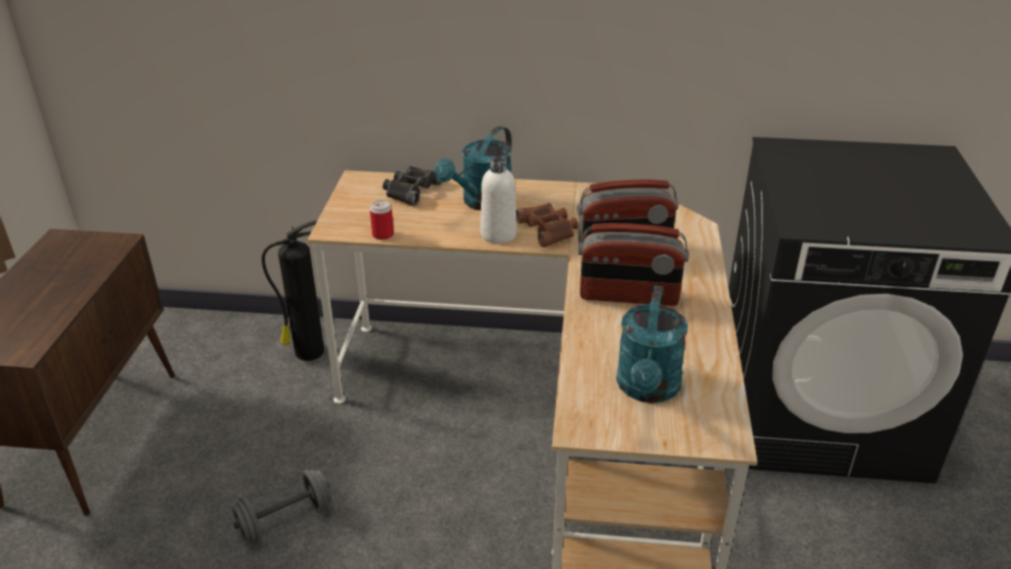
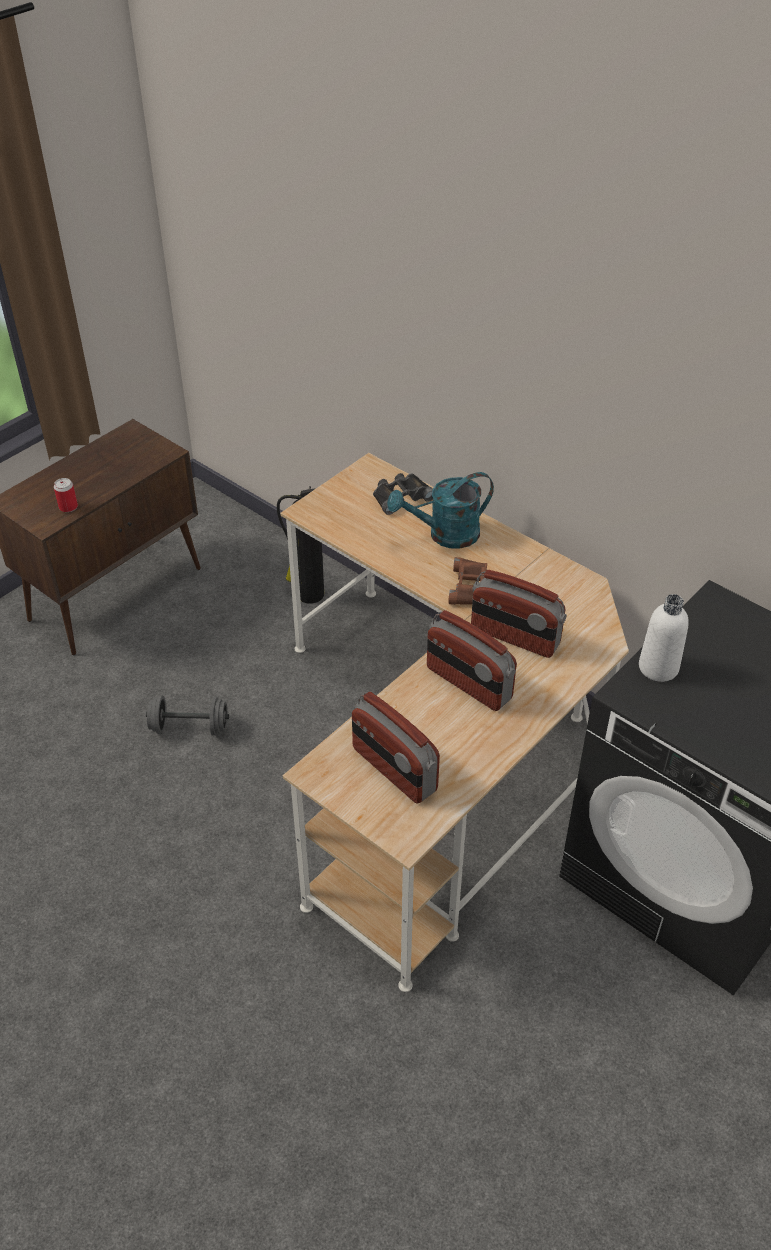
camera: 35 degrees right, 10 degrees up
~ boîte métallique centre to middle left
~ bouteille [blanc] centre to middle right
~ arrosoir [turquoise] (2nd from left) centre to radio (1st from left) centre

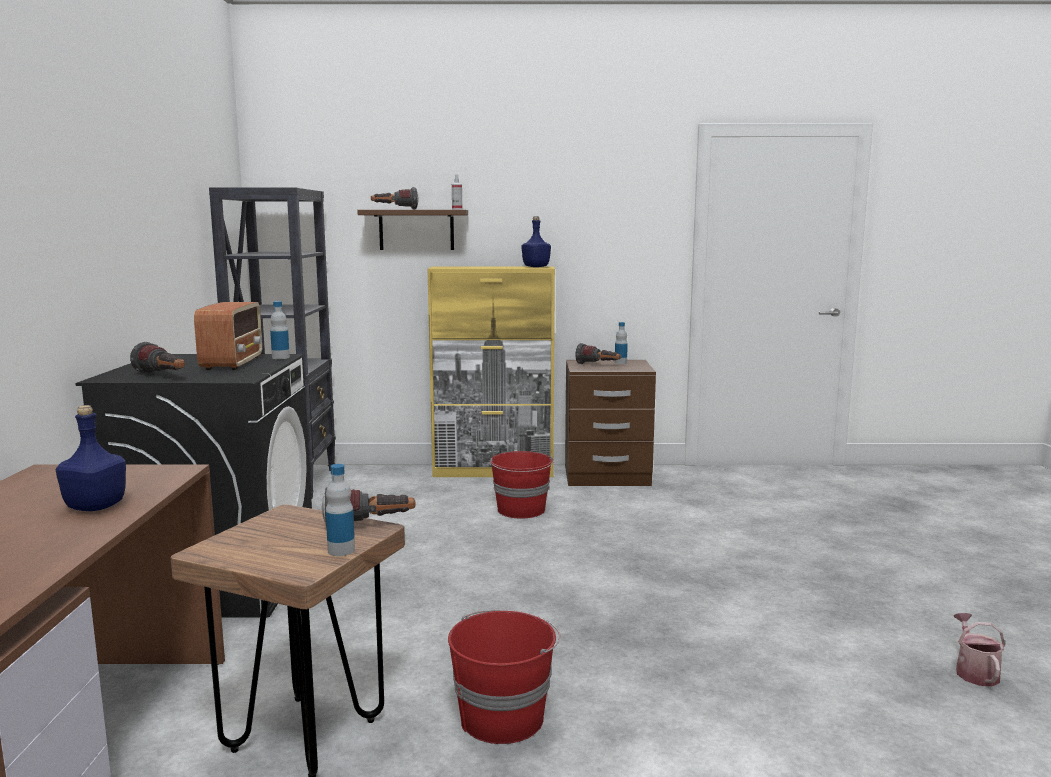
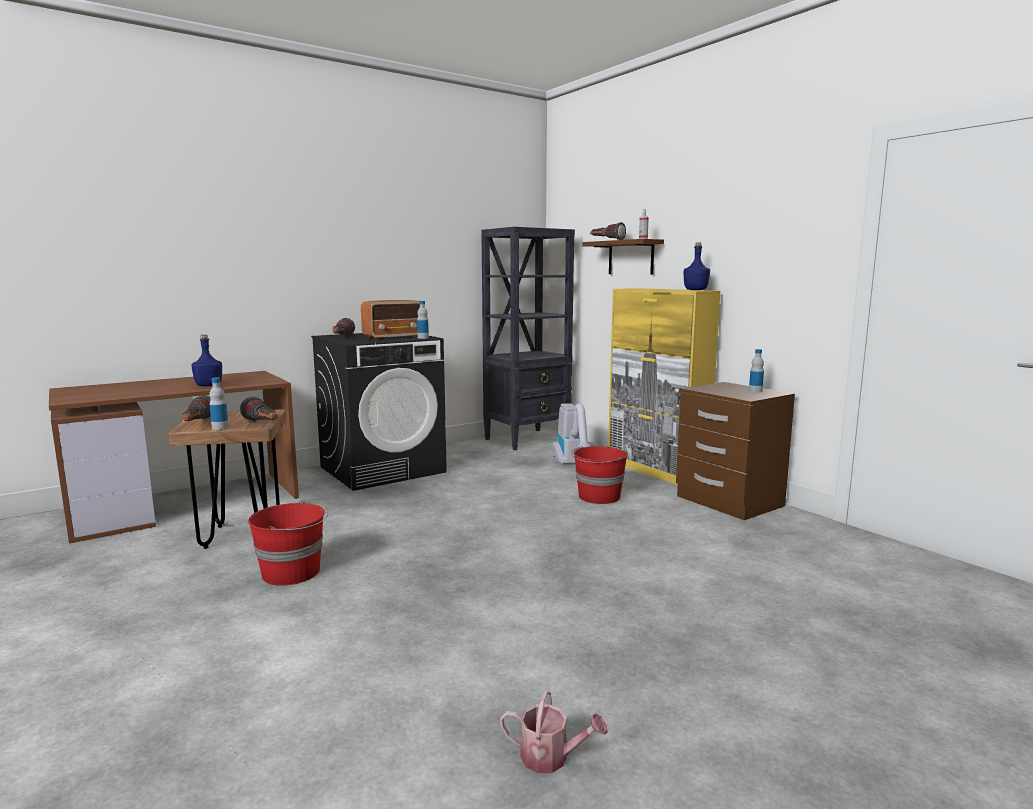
camera: 55 degrees right, 0 degrees up
+ aspirateur centre
~ lampe de poche (4th from left in the first image) centre to lampe de poche (1st from left) middle left
~ arrosoir bottom right = bottom centre 45 degrees clockwise

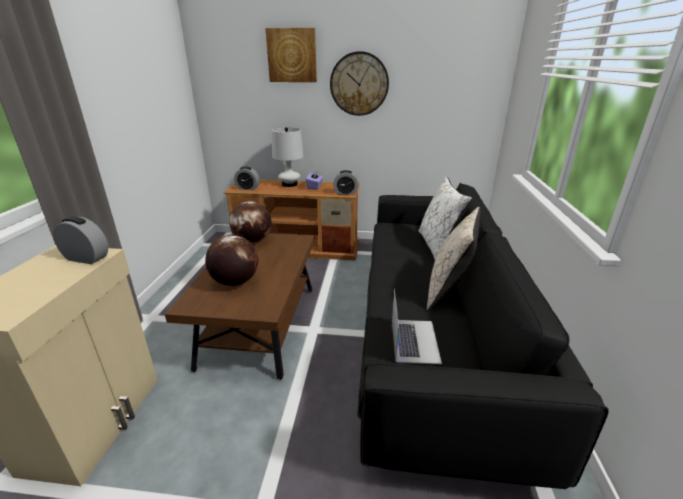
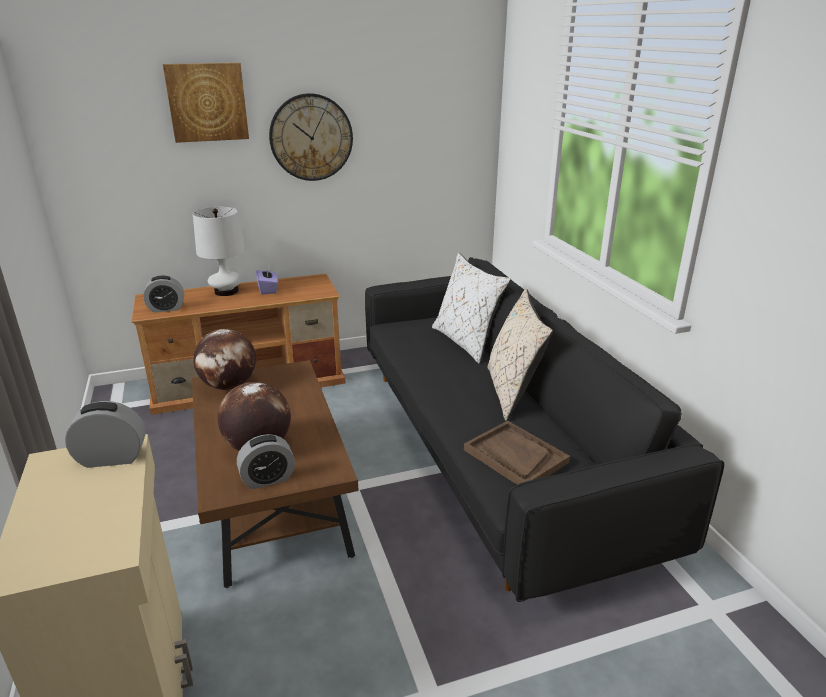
camera: 25 degrees left, 0 degrees up
~ réveil (3rd from left) centre to middle left
~ ordinateur portable centre to plateau [marron] centre

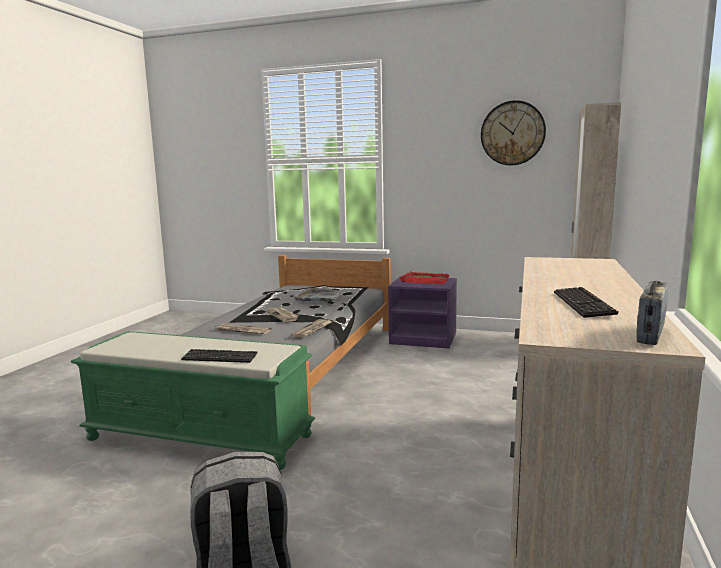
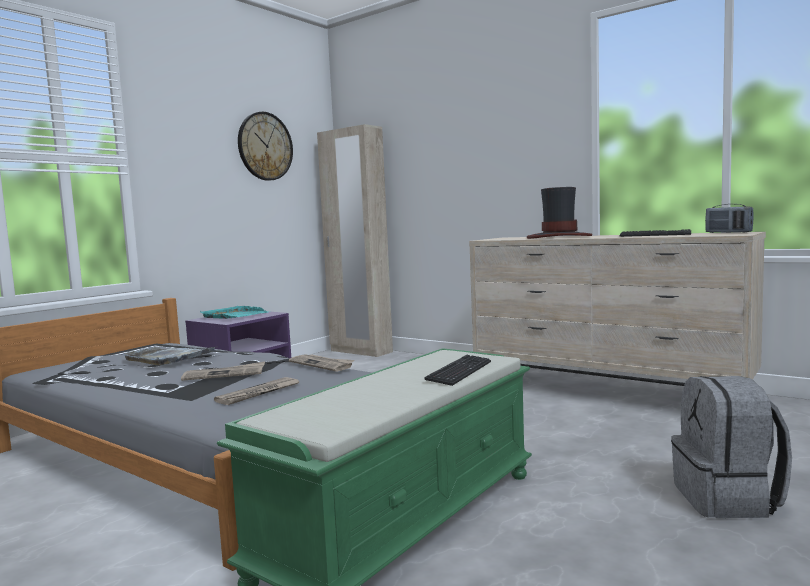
camera: 70 degrees left, 5 degrees down
+ chapeau middle right
~ plateau [rouge] centre to plateau [turquoise] middle left

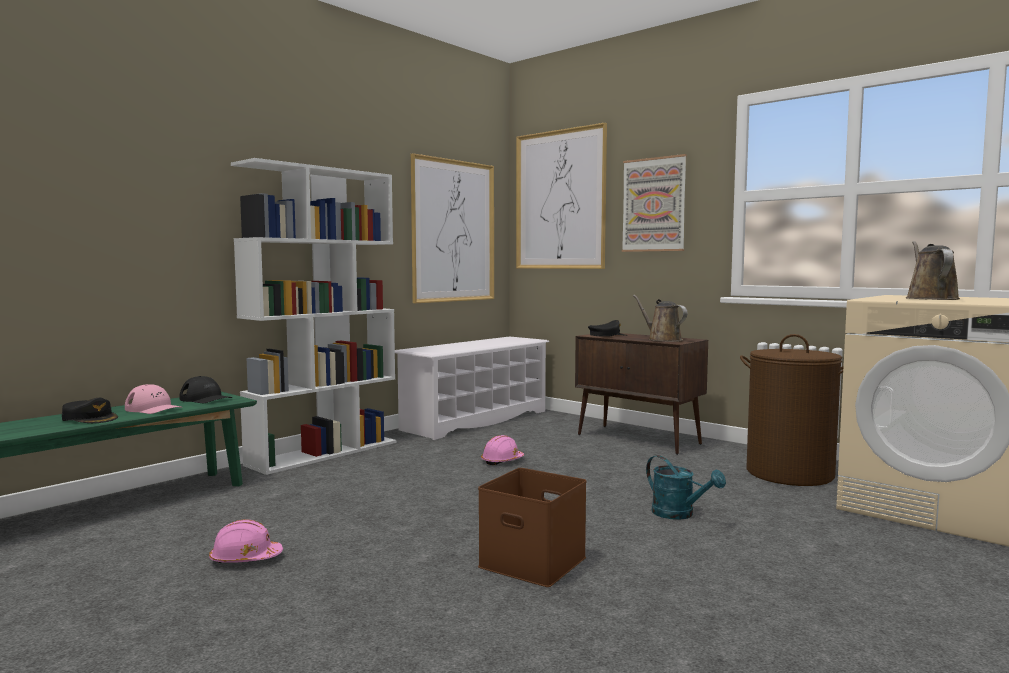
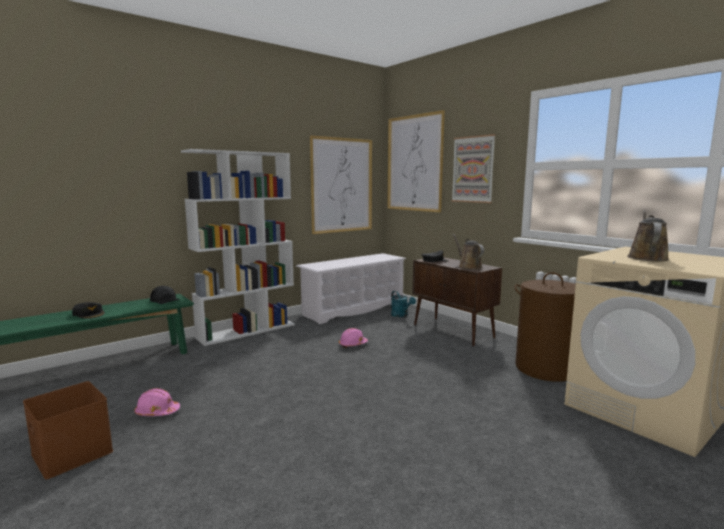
camera: 10 degrees right, 5 degrees up
- casquette [rose] middle left
~ boîte de rangement [marron] bottom centre to bottom left
~ arrosoir [turquoise] bottom right to centre

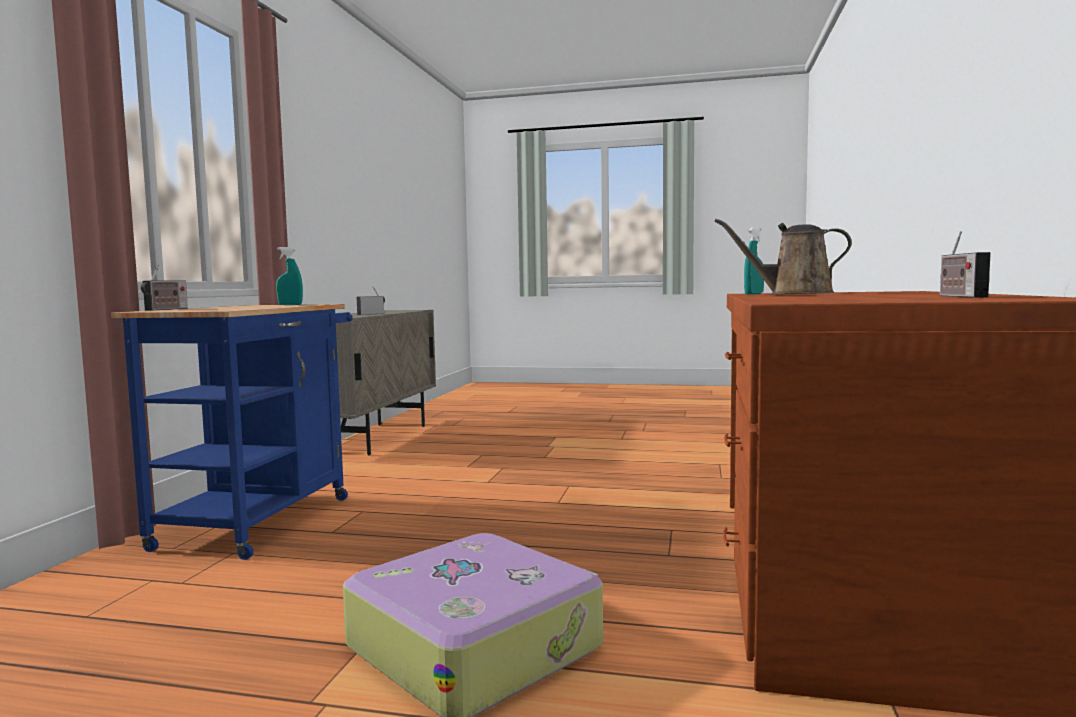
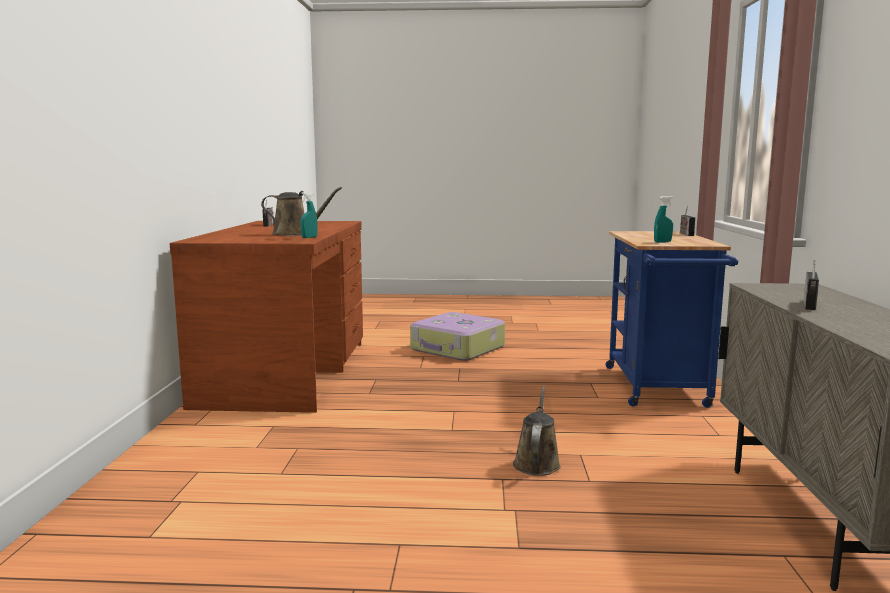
camera: 170 degrees right, 5 degrees up
+ arrosoir [marron] (2nd from left) bottom centre

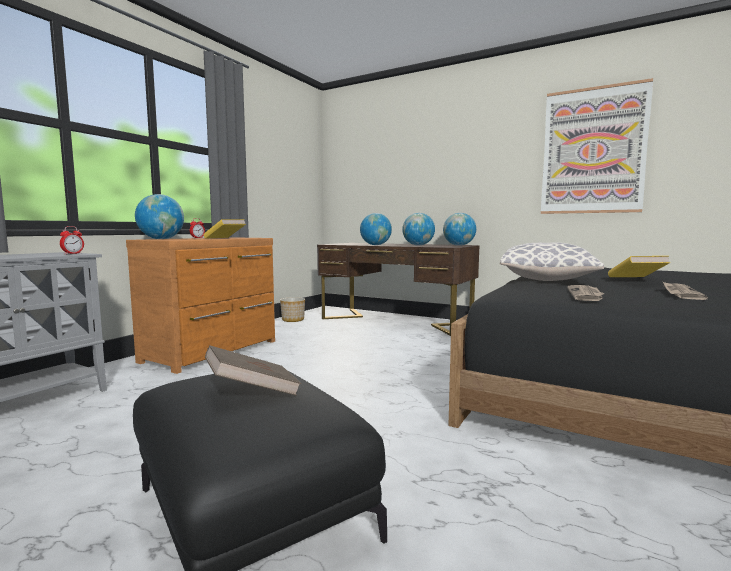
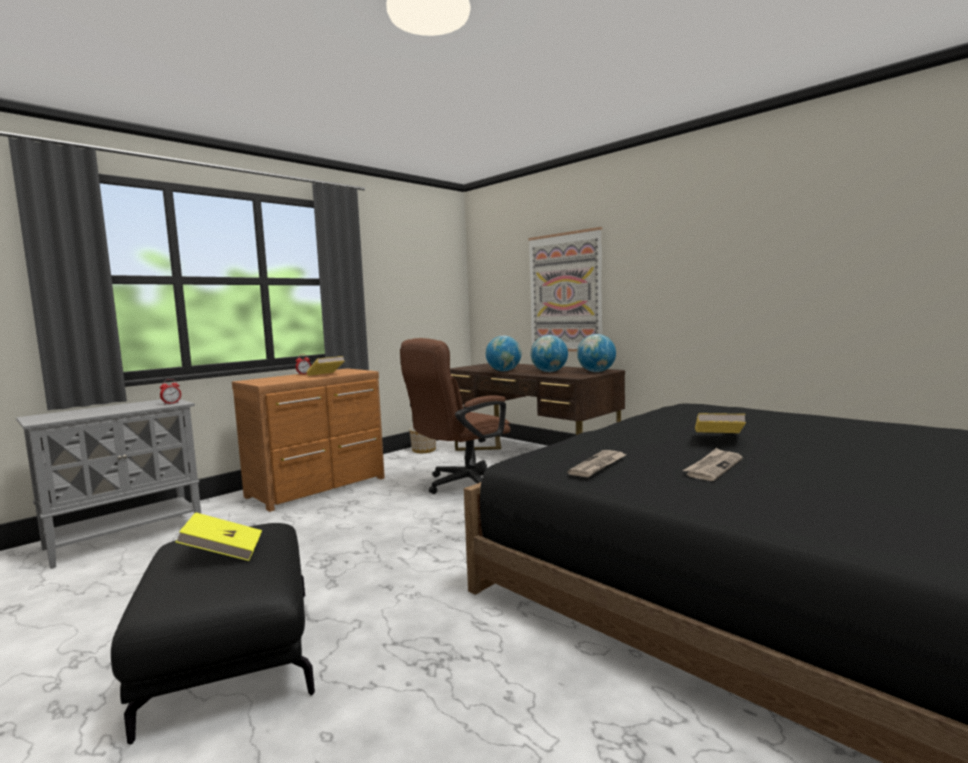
camera: 15 degrees right, 0 degrees up
- globe (1st from left) middle left
- coussin middle right
+ chaise de bureau [marron] centre
~ tableau top right to centre
~ livre [marron] centre to livre [jaune] (1st from left) bottom left

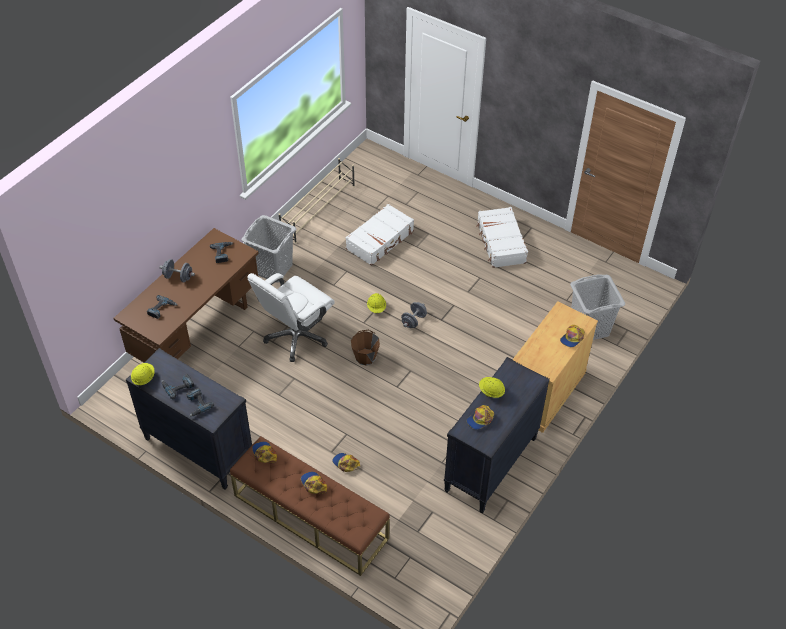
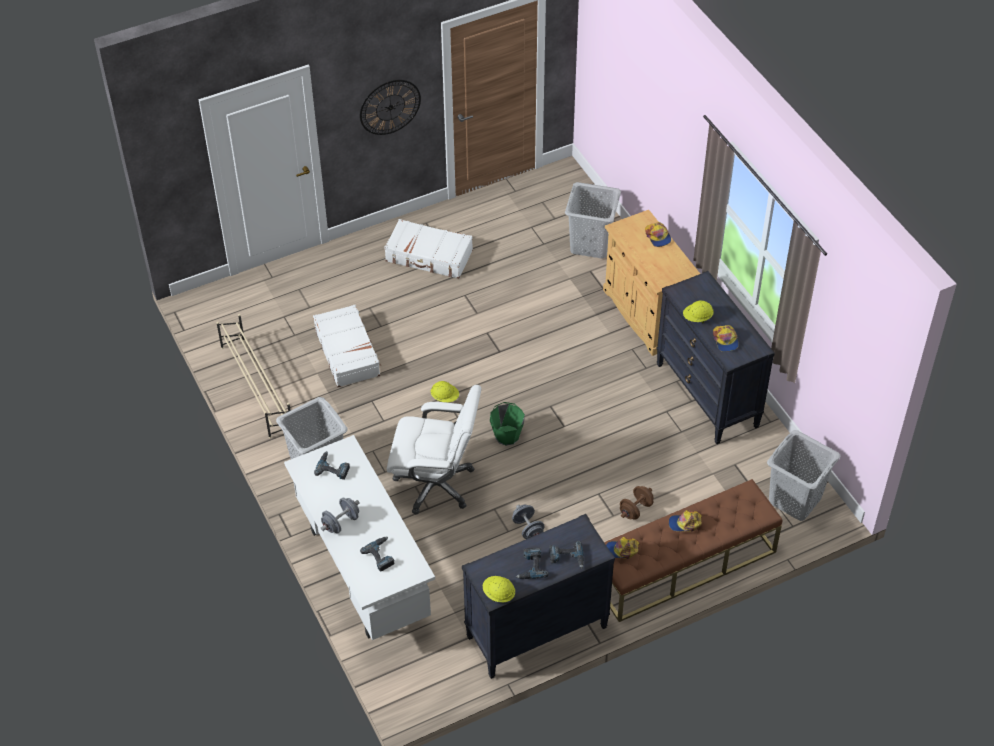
camera: 60 degrees left, 0 degrees up
+ horloge murale top centre
+ panier à linge [gris] (3rd from left) middle right
~ haltère [gris] (2nd from left) centre to bottom centre
~ casquette (3rd from left) bottom centre to haltère [marron] bottom centre
~ bureau [marron] middle left to bureau [blanc] bottom centre
~ seau [marron] centre to seau [vert] centre
~ chaise de bureau [blanc] centre = centre 60 degrees counterclockwise

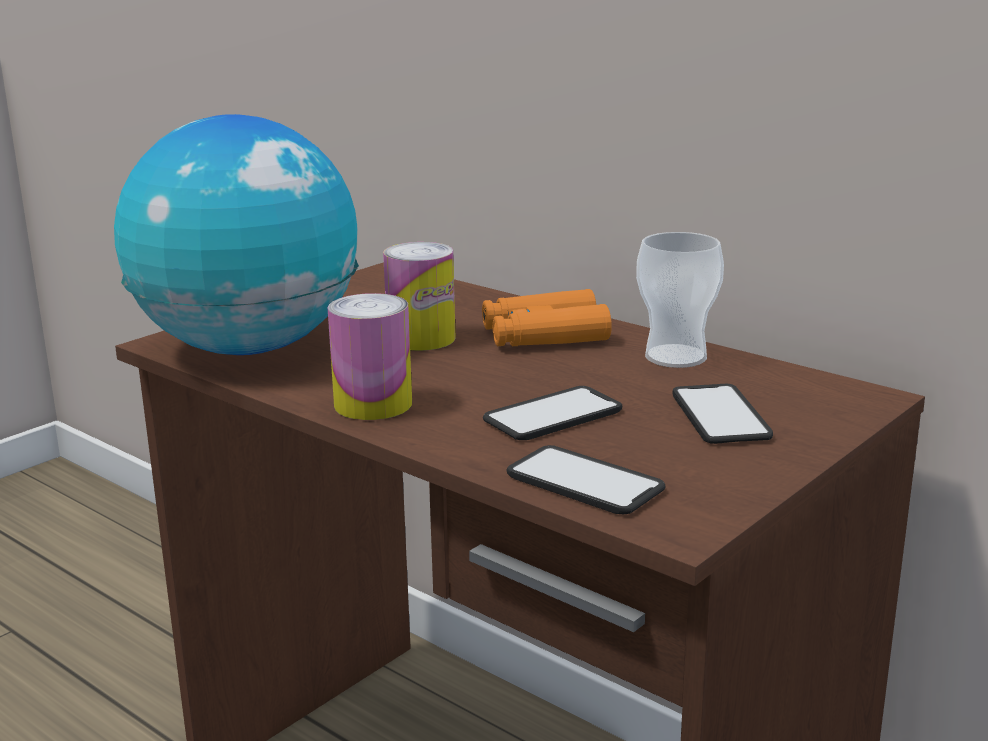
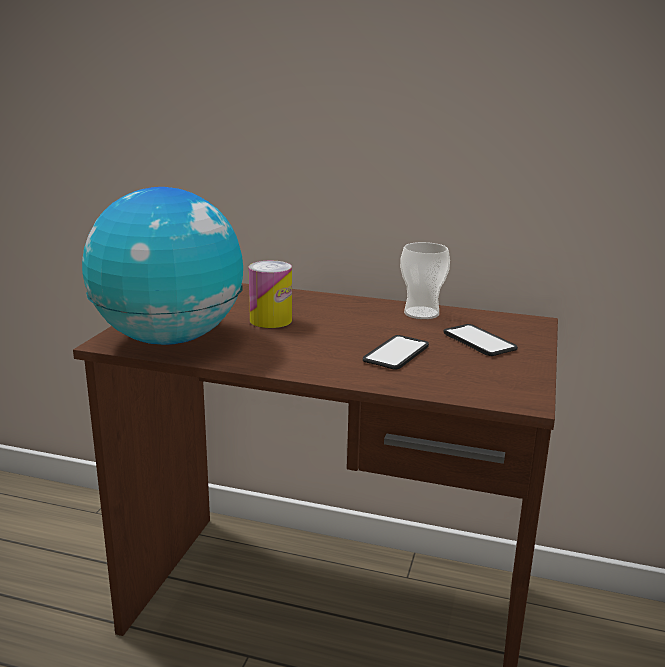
camera: 25 degrees left, 0 degrees up
- boîte métallique (1st from left) centre
- jumelles [orange] centre
- téléphone (2nd from left) centre

